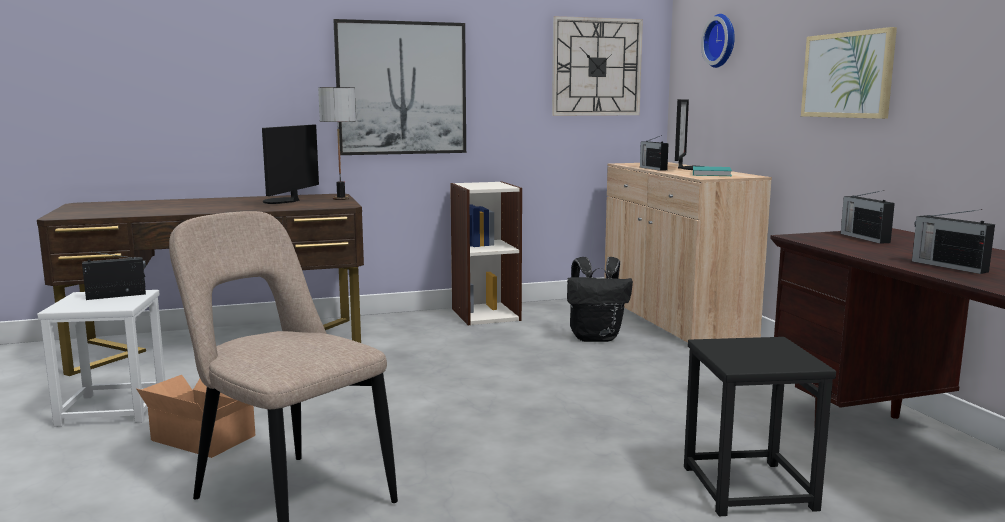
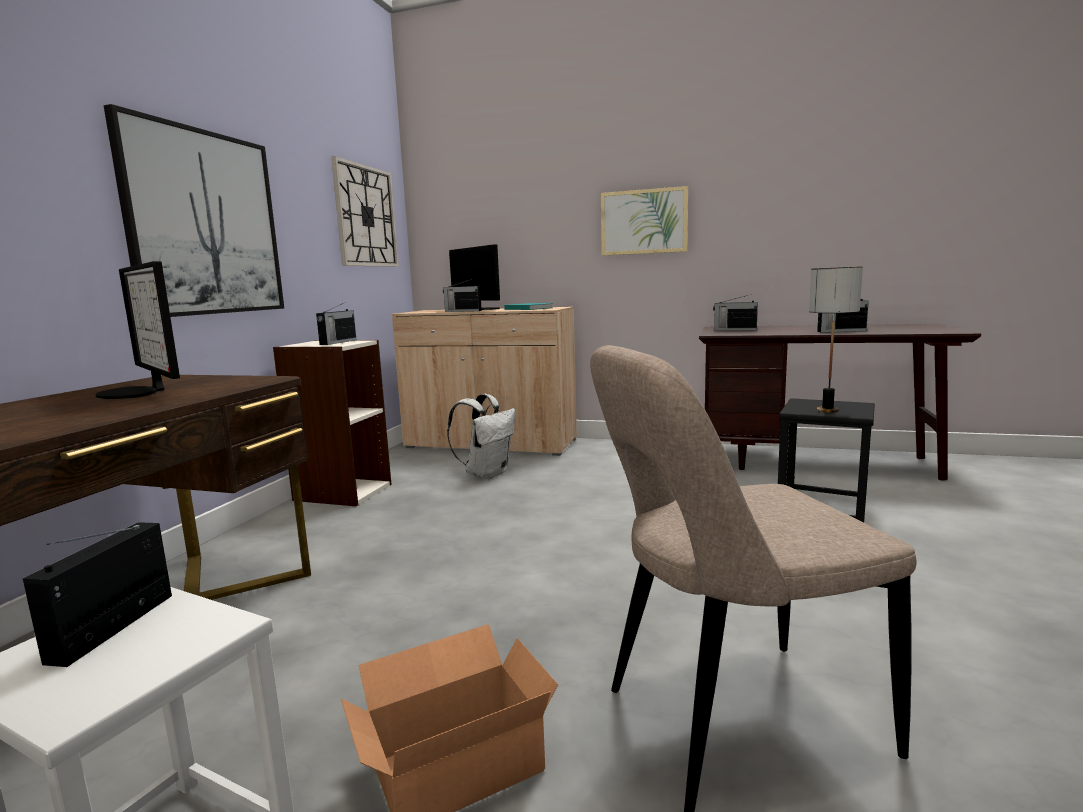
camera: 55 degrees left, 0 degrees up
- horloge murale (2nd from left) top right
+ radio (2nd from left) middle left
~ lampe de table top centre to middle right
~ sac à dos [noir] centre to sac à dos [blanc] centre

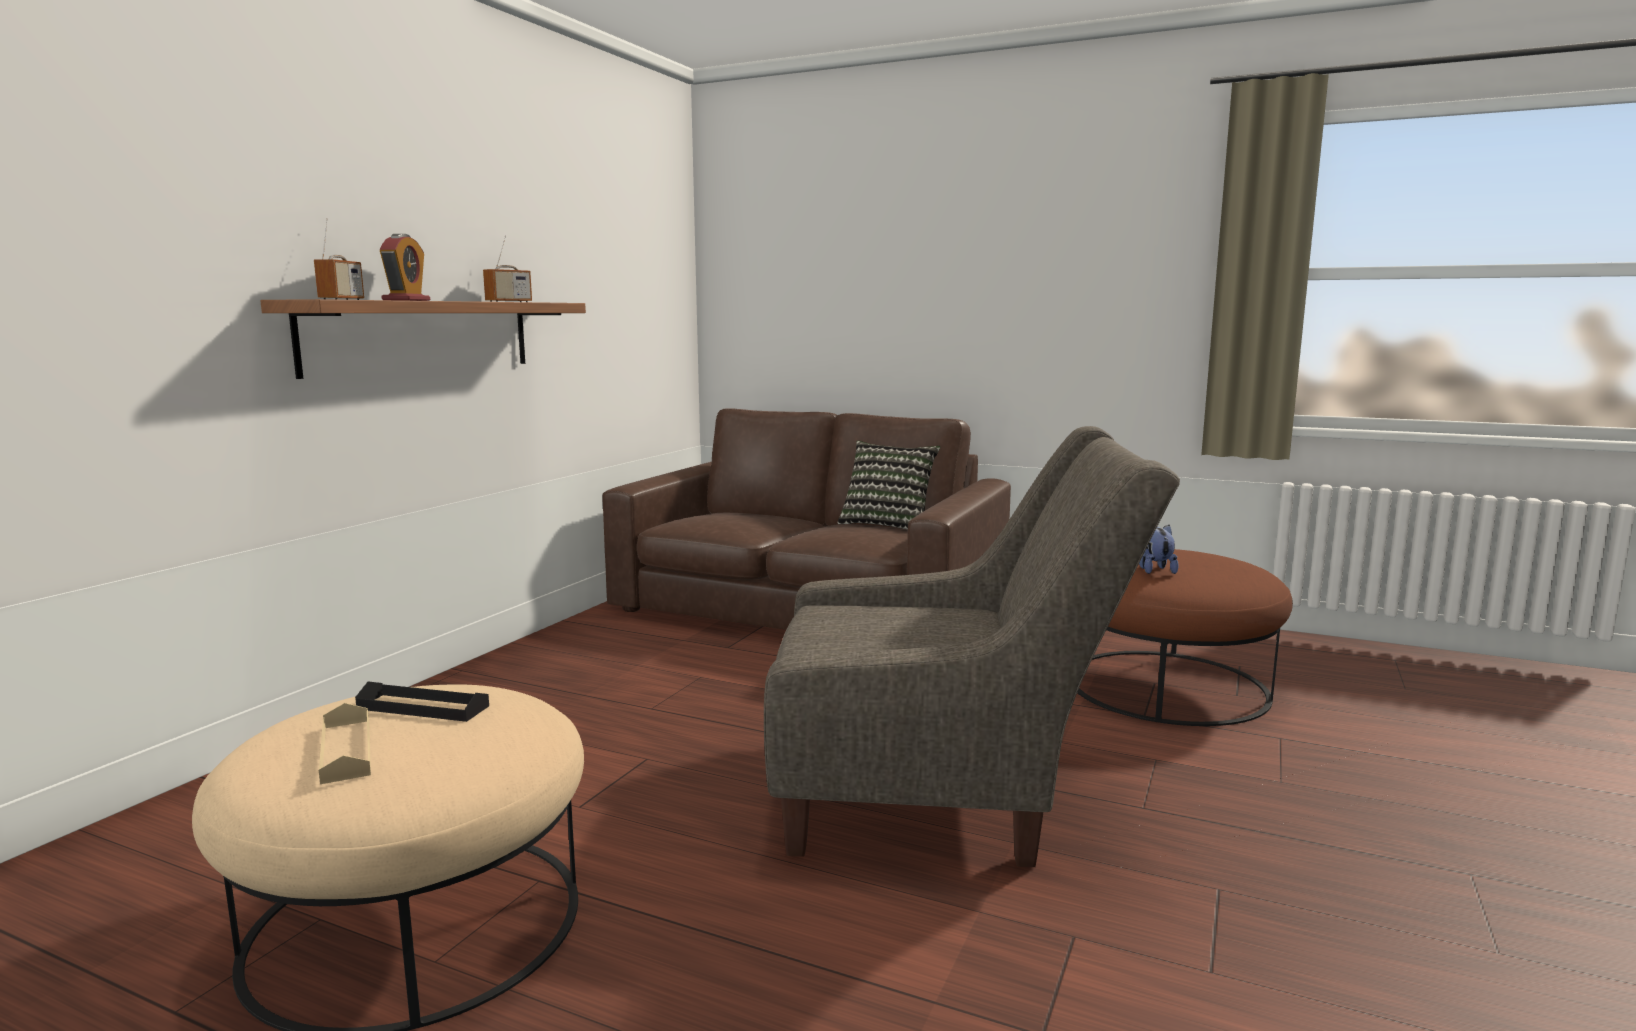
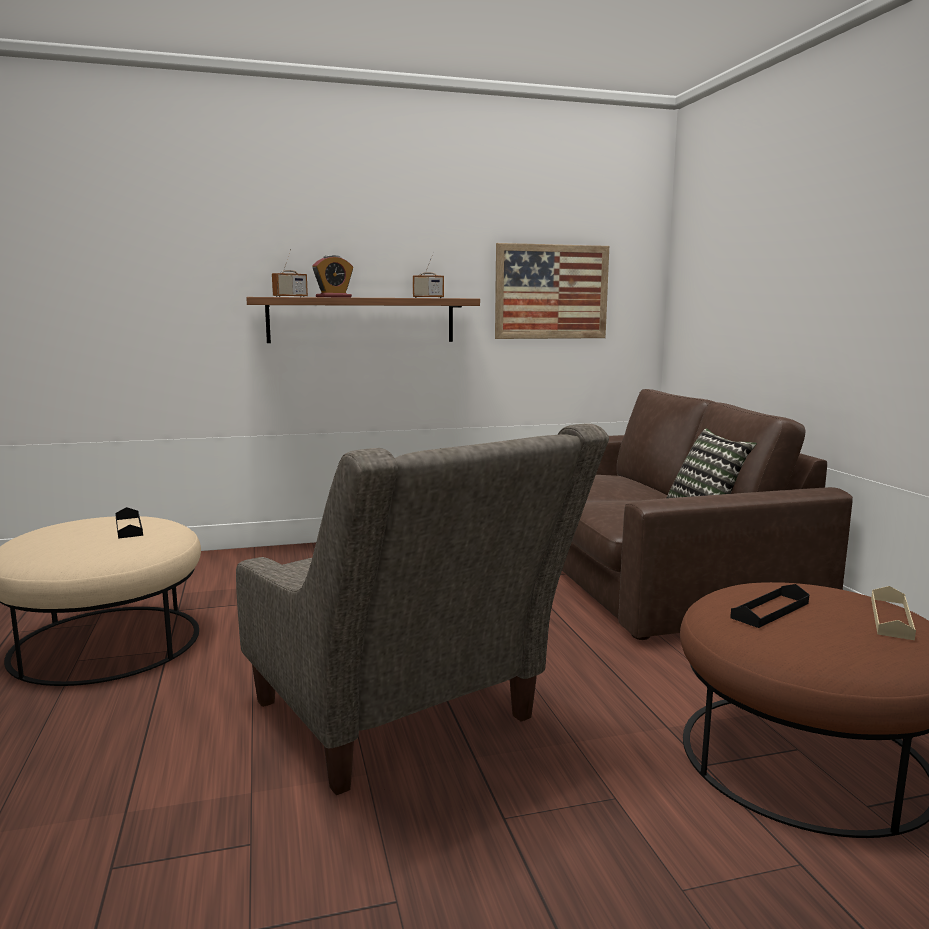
camera: 50 degrees right, 0 degrees up
+ tableau top centre
~ plateau [beige] bottom left to middle right
~ peluche middle right to plateau [noir] (2nd from left) middle right

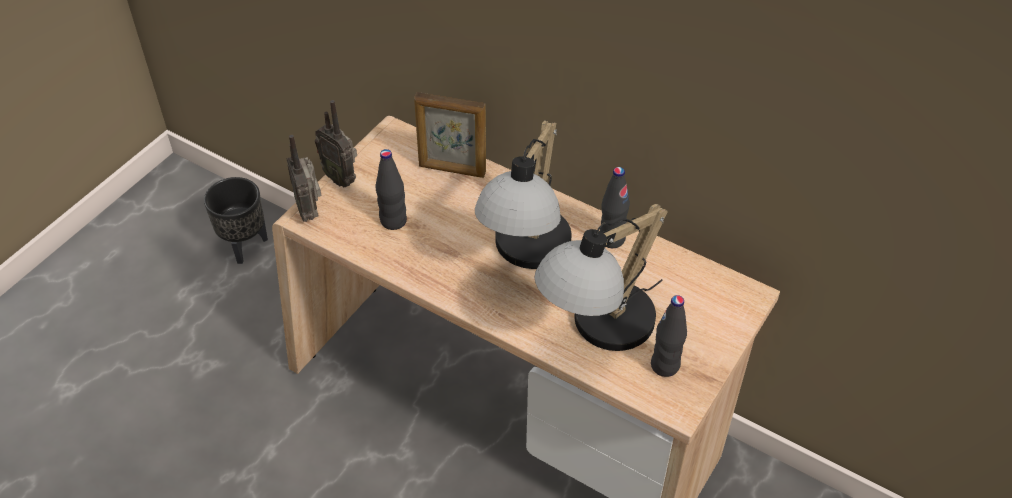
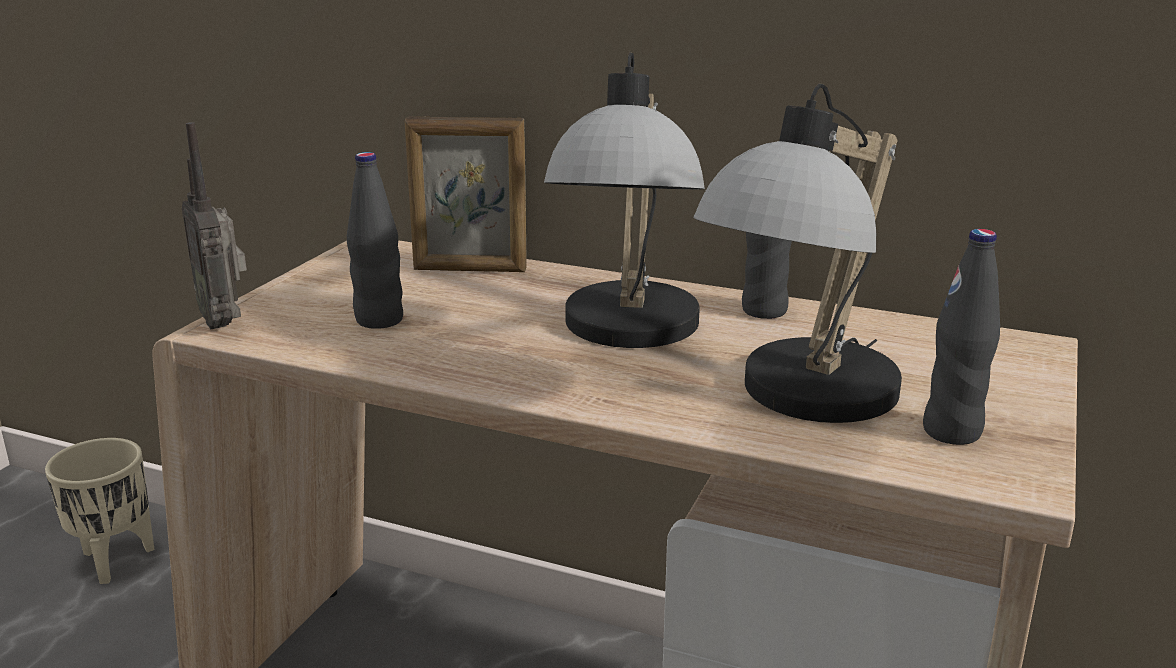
camera: 10 degrees left, 25 degrees down
- radio (2nd from left) top left
~ cache-pot [noir] middle left to cache-pot [beige] bottom left

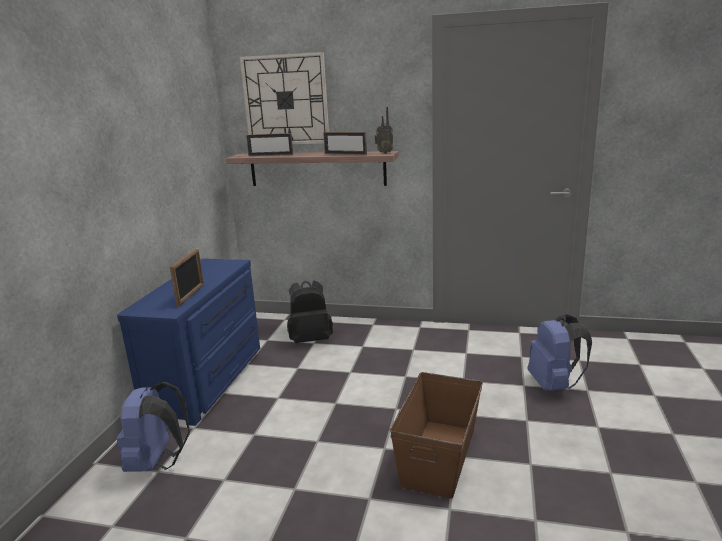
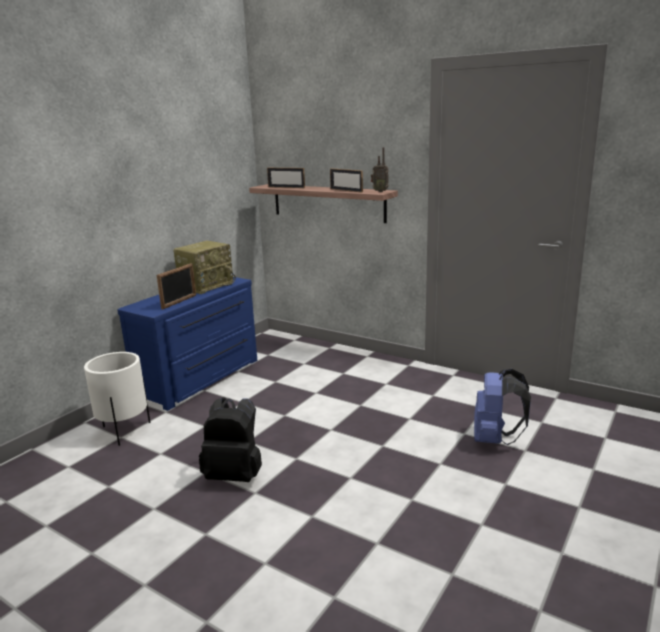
camera: 20 degrees right, 0 degrees up
- horloge murale top centre
- boîte de rangement [marron] bottom centre
+ radio (1st from left) middle left
~ sac à dos [noir] centre to bottom centre
~ sac à dos [bleu] (1st from left) bottom left to cache-pot [blanc] middle left

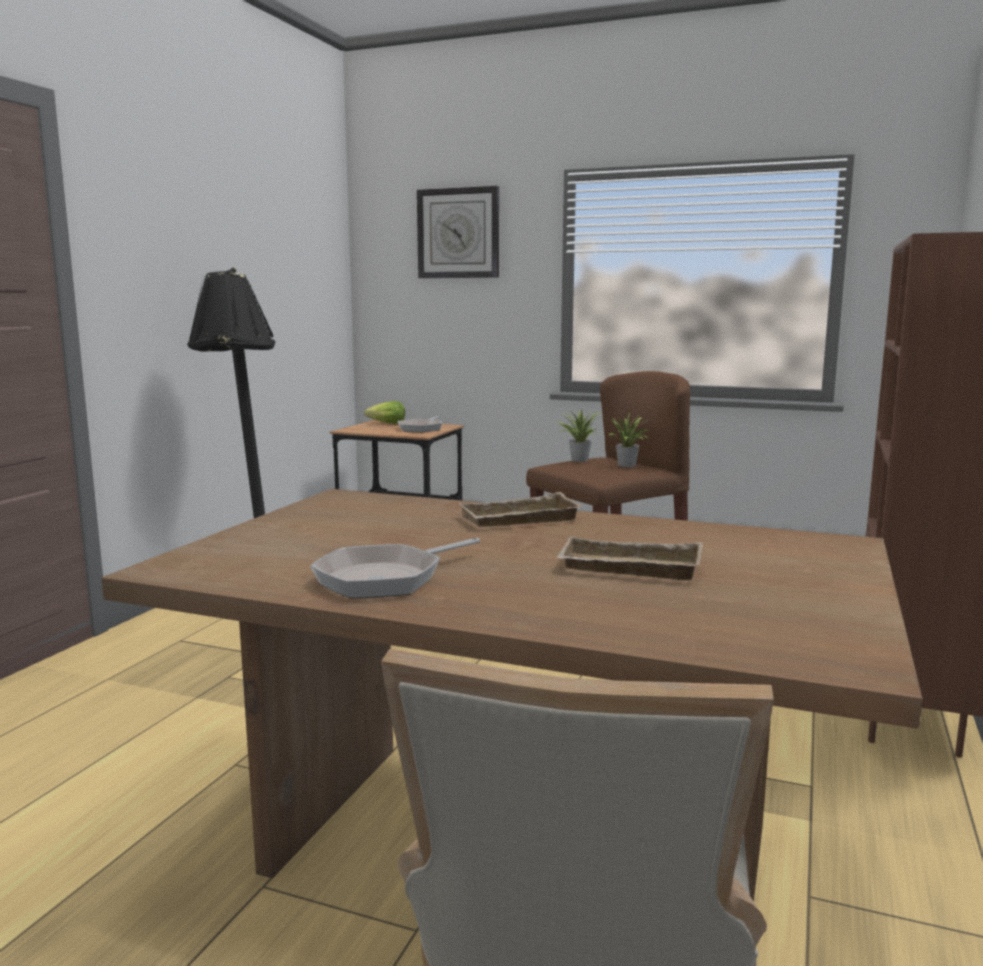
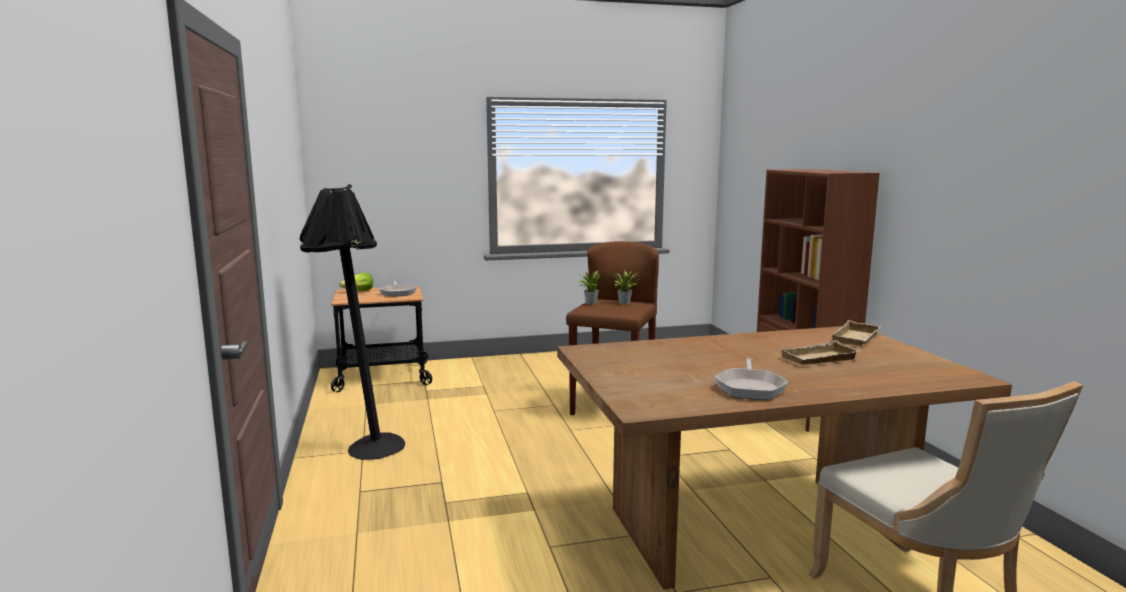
camera: 35 degrees left, 0 degrees up
- horloge murale top centre
~ plateau [beige] (1st from left in the first image) centre to plateau [beige] (2nd from left) middle right

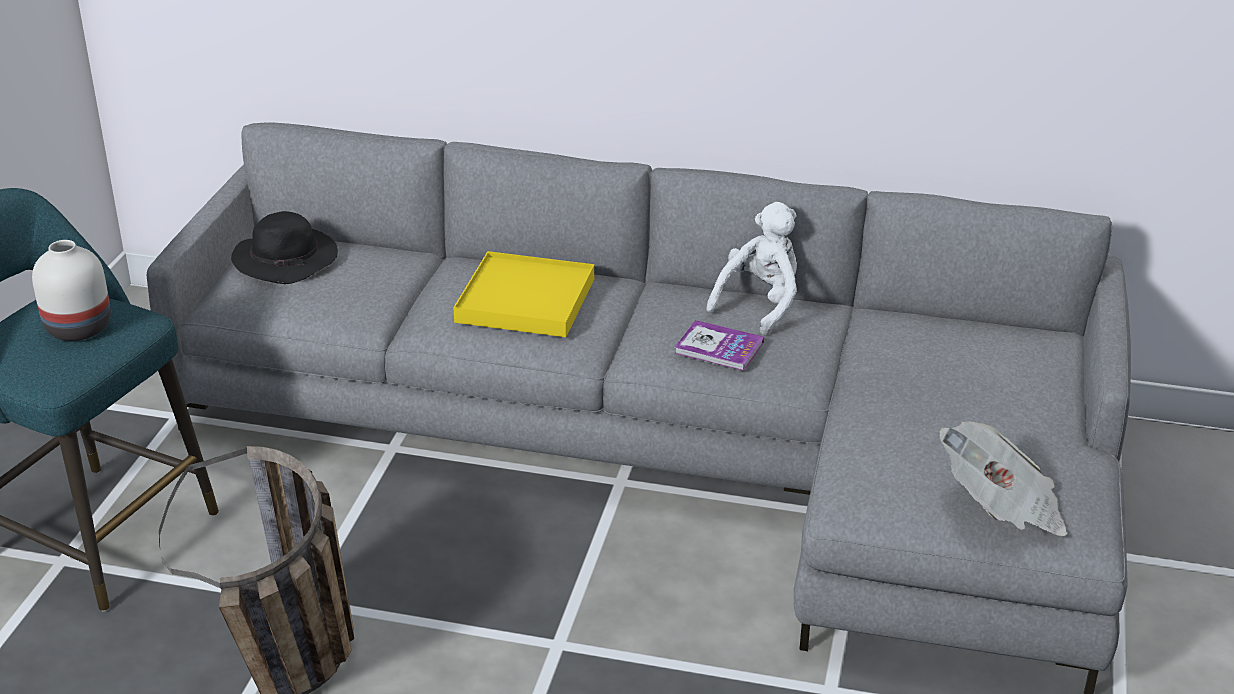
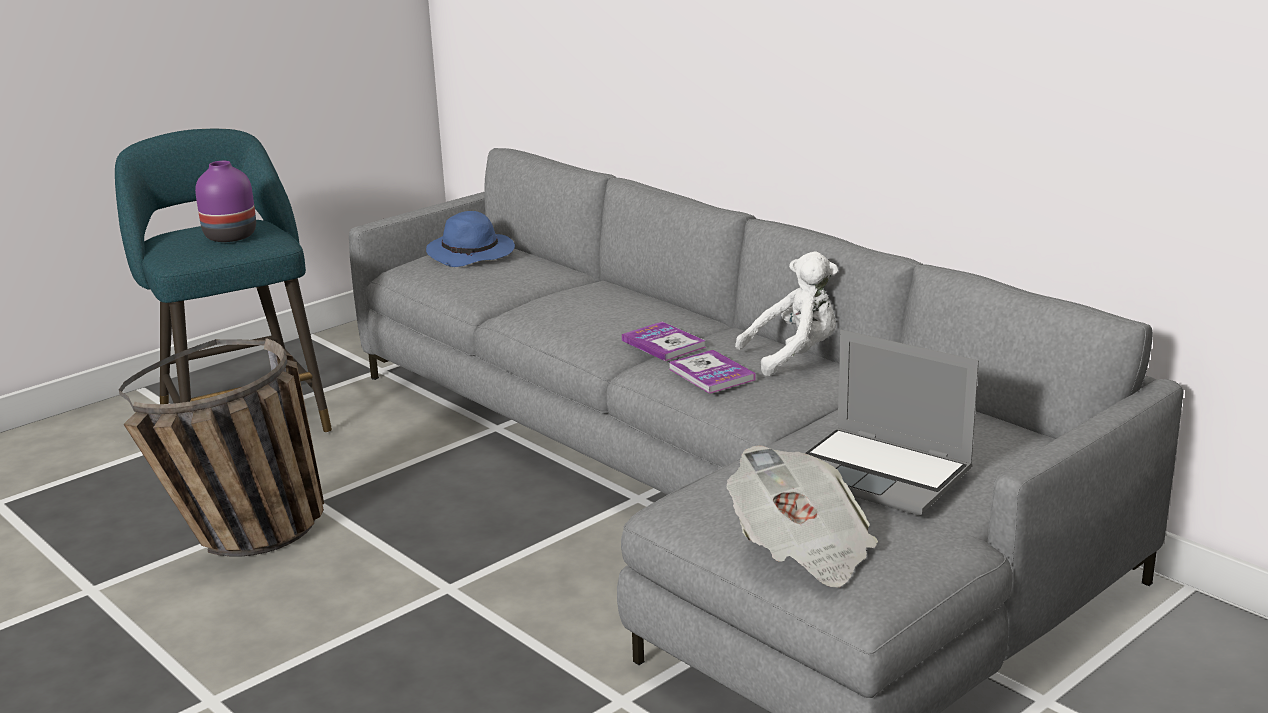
camera: 35 degrees right, 10 degrees down
- plateau [jaune] centre
+ livre (1st from left) centre
+ ordinateur portable middle right
~ vase [blanc] middle left to vase [violet] top left
~ chapeau [noir] middle left to chapeau [bleu] centre

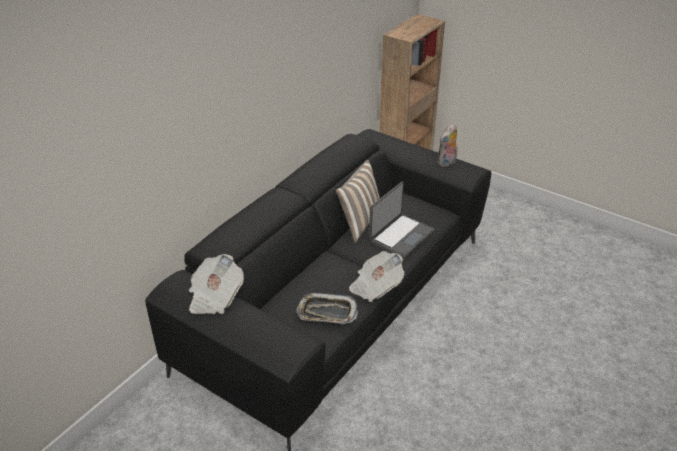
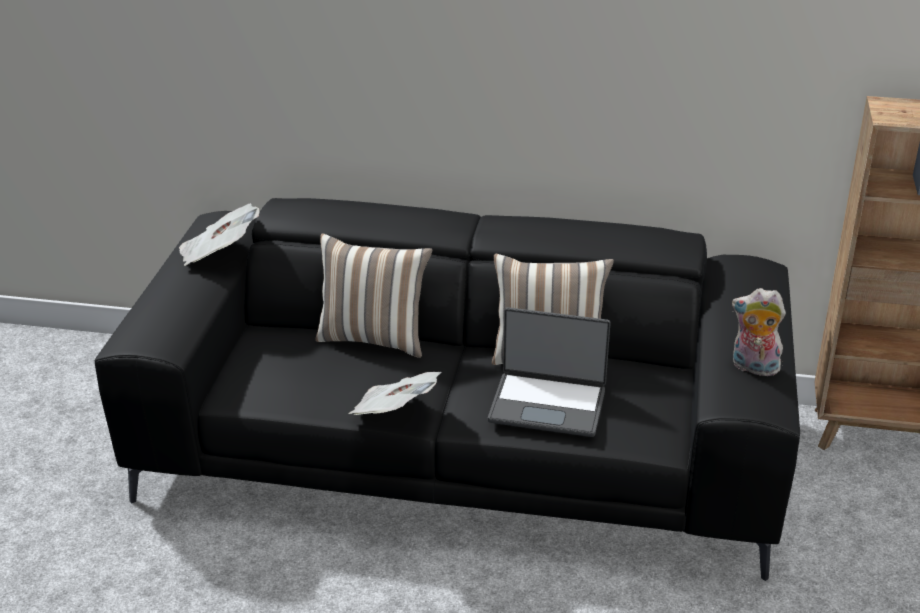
camera: 65 degrees right, 5 degrees down
- plateau bottom centre
+ coussin (1st from left) centre

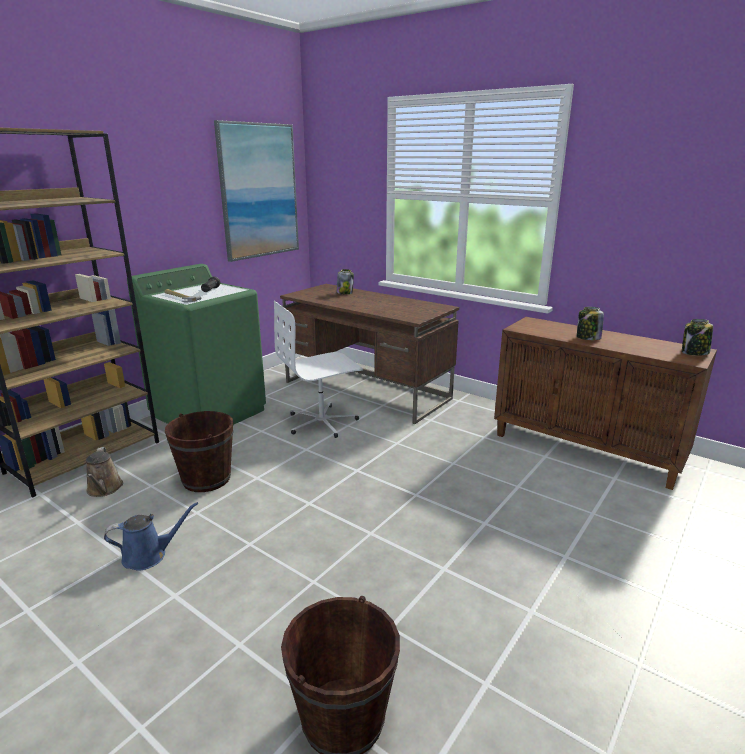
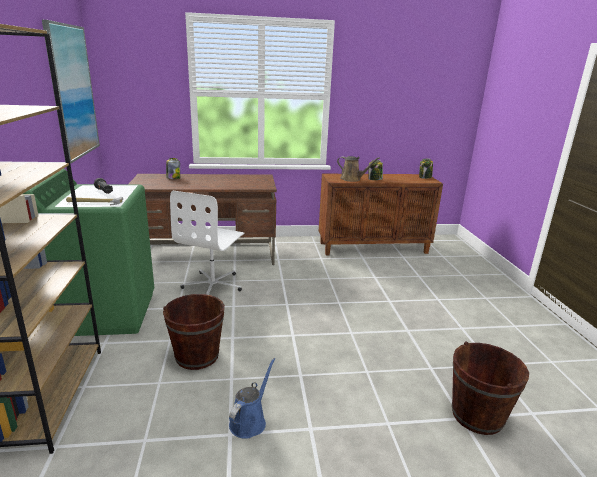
camera: 45 degrees left, 0 degrees up
~ arrosoir [marron] middle left to centre

